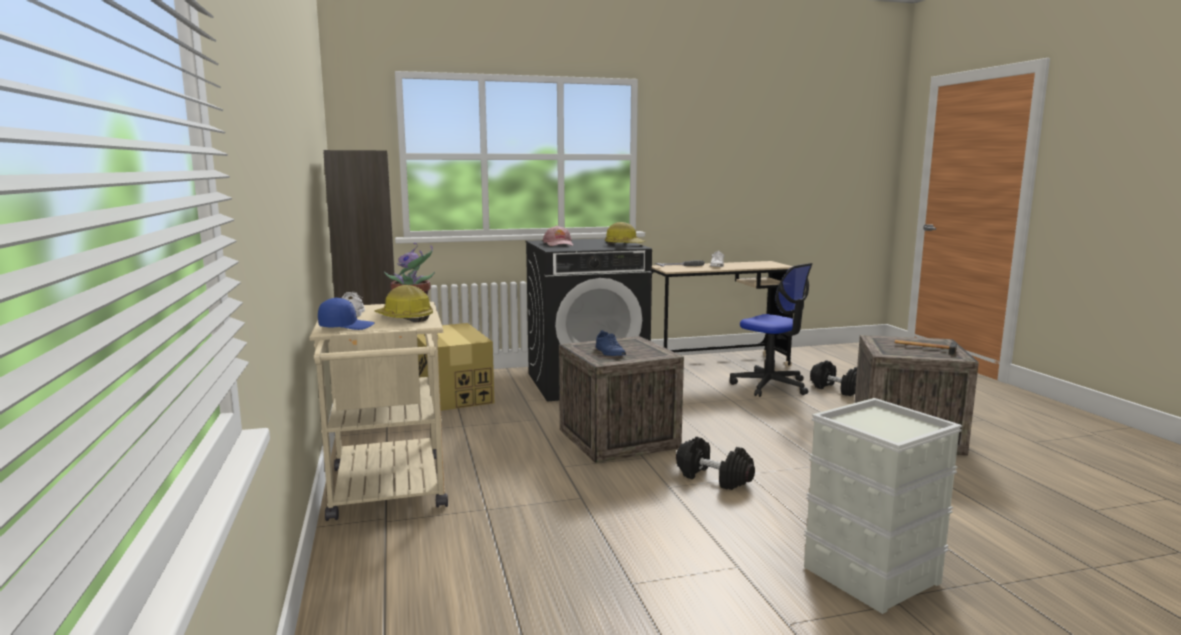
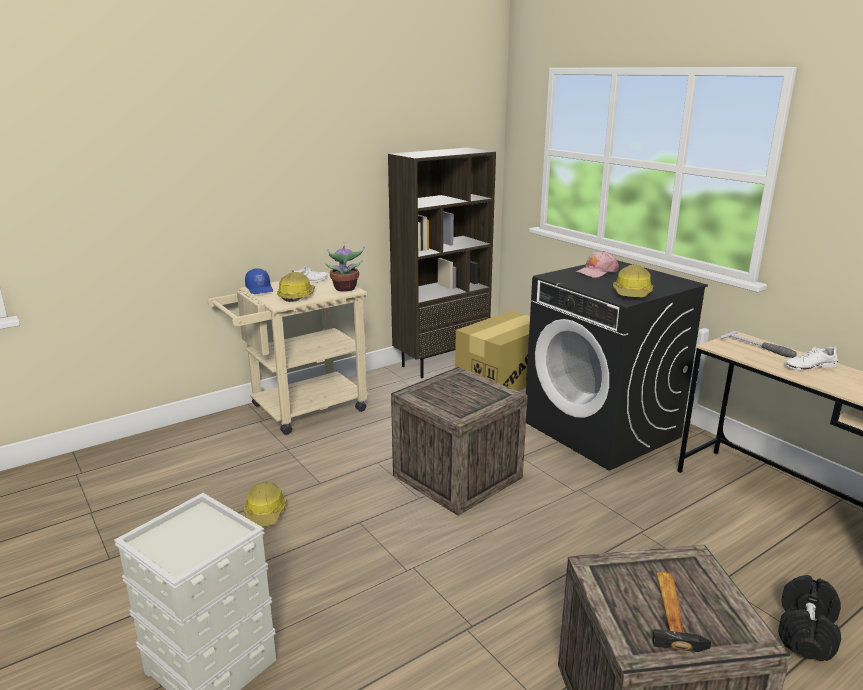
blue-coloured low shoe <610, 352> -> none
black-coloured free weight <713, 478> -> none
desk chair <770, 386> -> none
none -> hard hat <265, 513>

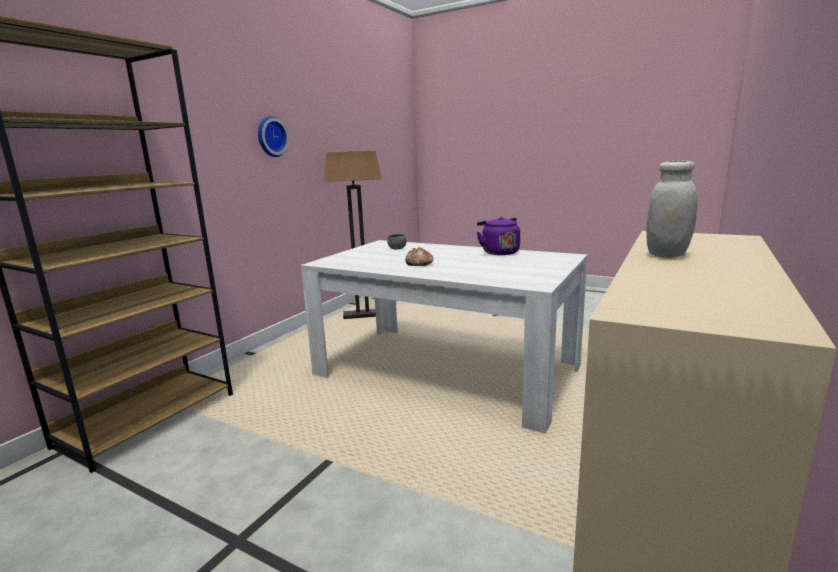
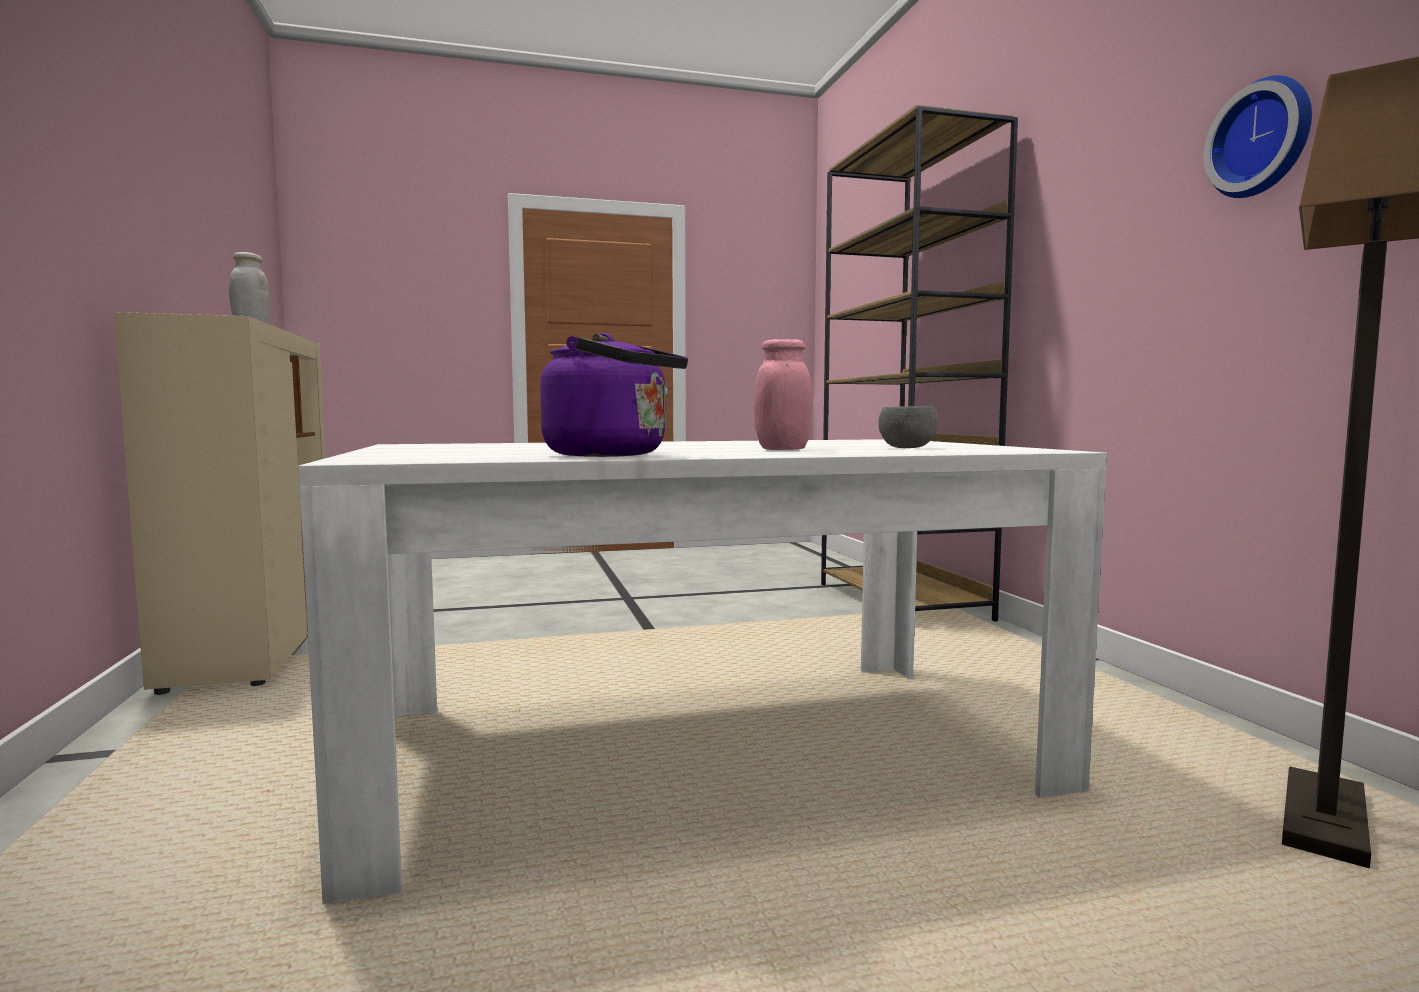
bread <419, 263> -> none
none -> pink storage jar <783, 449>

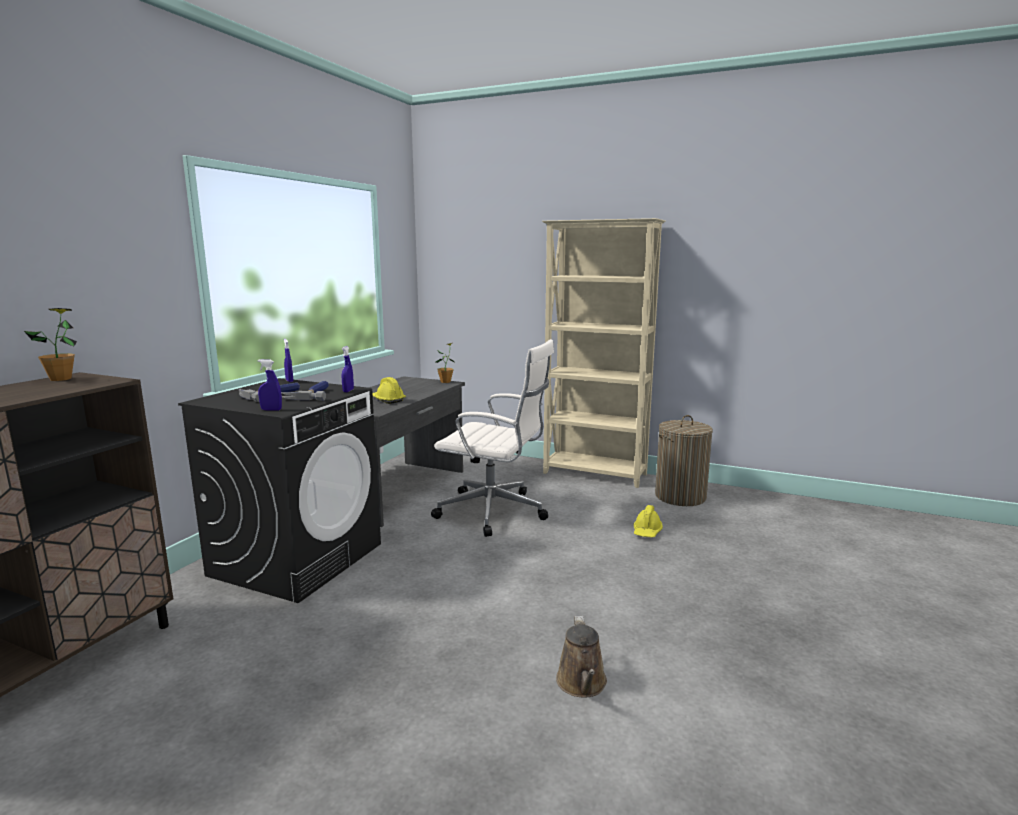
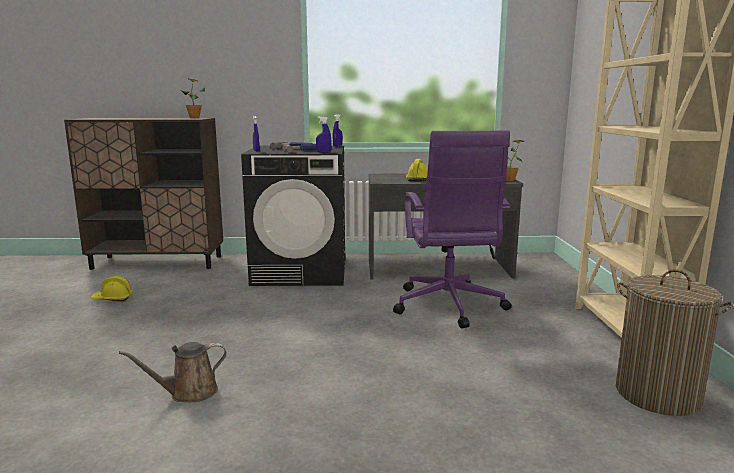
yellowish hard hat <647, 531> -> yellowish hard hat <112, 298>, relocated
whitish desk chair <495, 512> -> purple-coloured desk chair <448, 306>

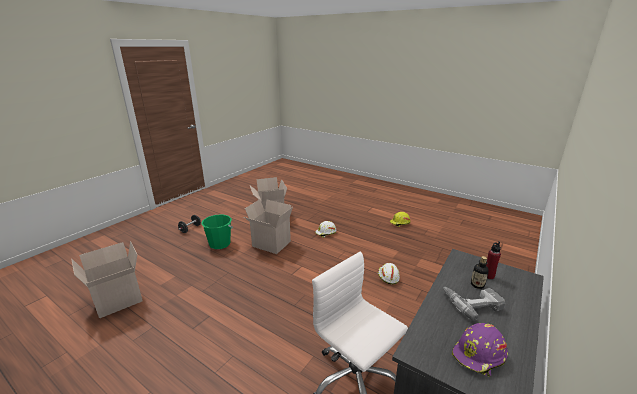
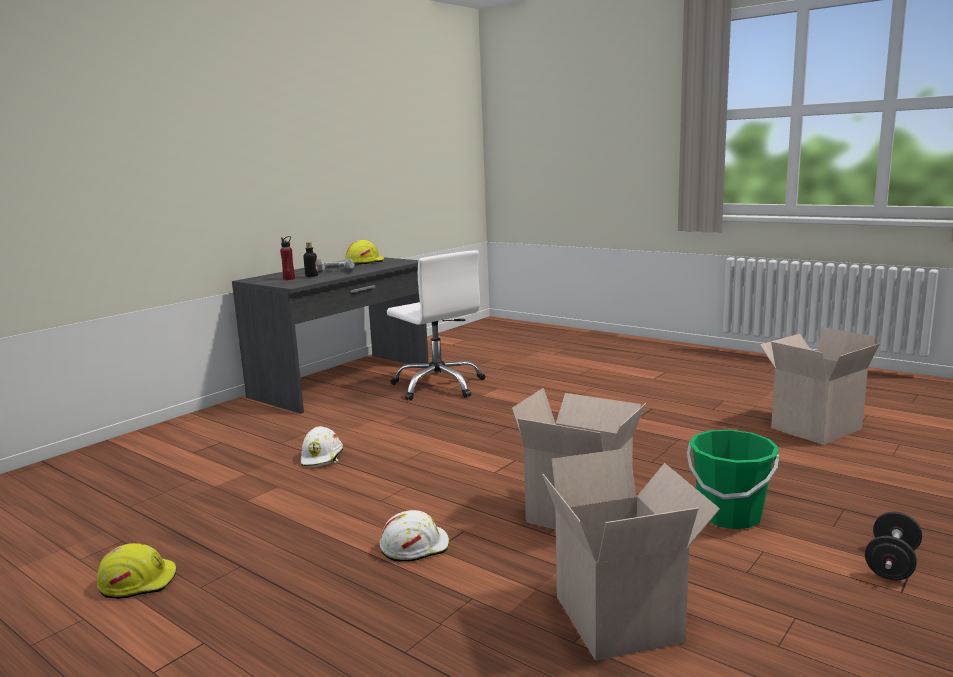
purple-coloured hard hat <479, 355> -> yellowish hard hat <364, 262>

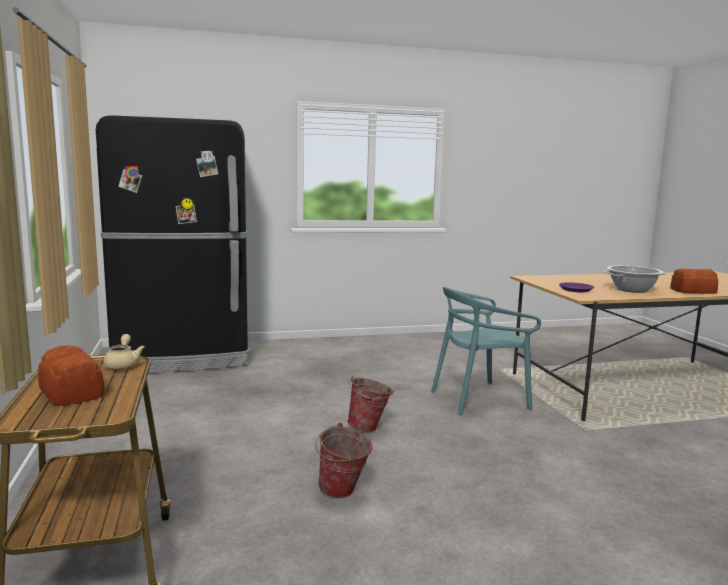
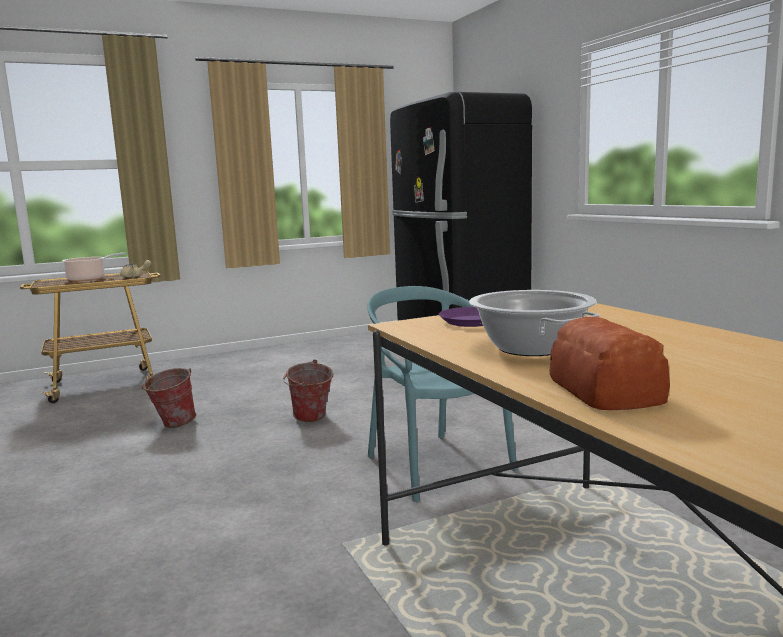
bread <72, 391> -> cooking pot <89, 279>

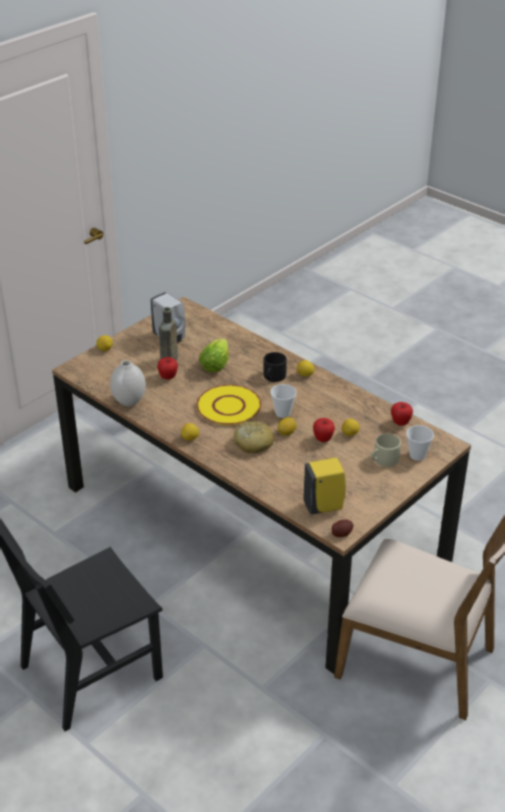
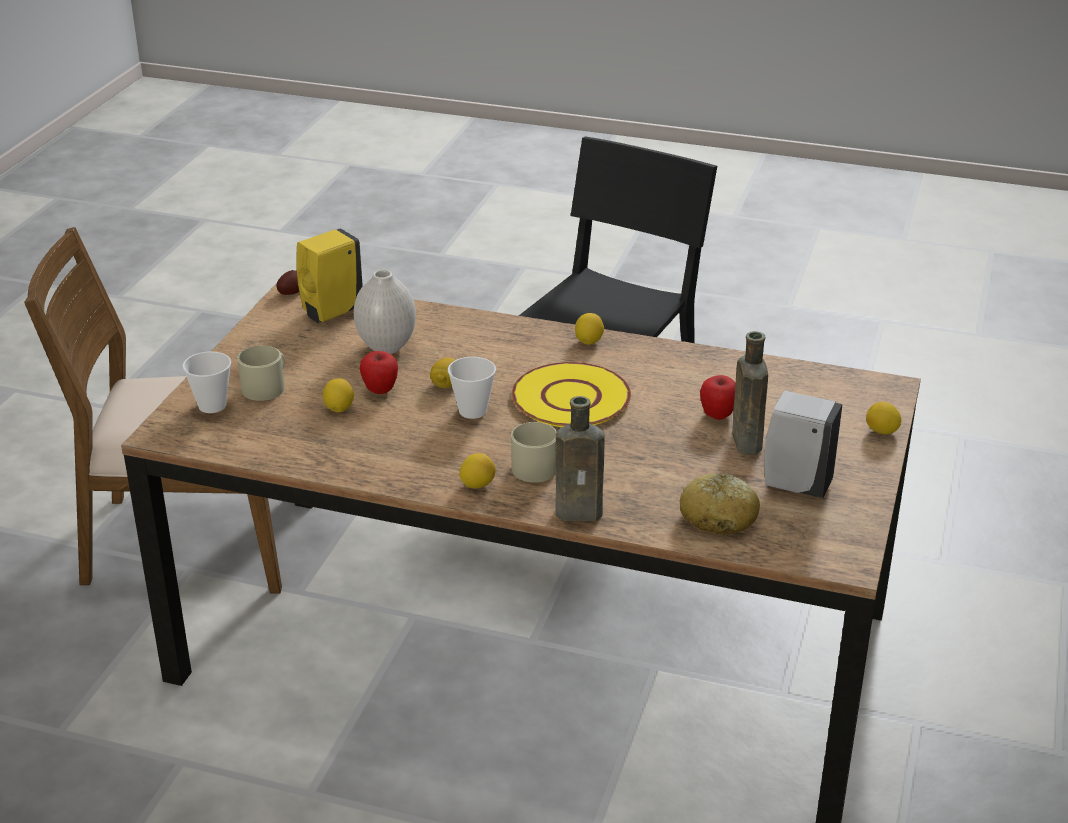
head of lettuce <216, 364> -> none
apple <400, 423> -> none
none -> brown bottle <582, 513>
whitish decorative vase <128, 402> -> whitish decorative vase <387, 347>, relocated
bread <253, 443> -> bread <719, 517>, relocated
black-coloured tea mug <273, 377> -> sand-coloured tea mug <534, 465>

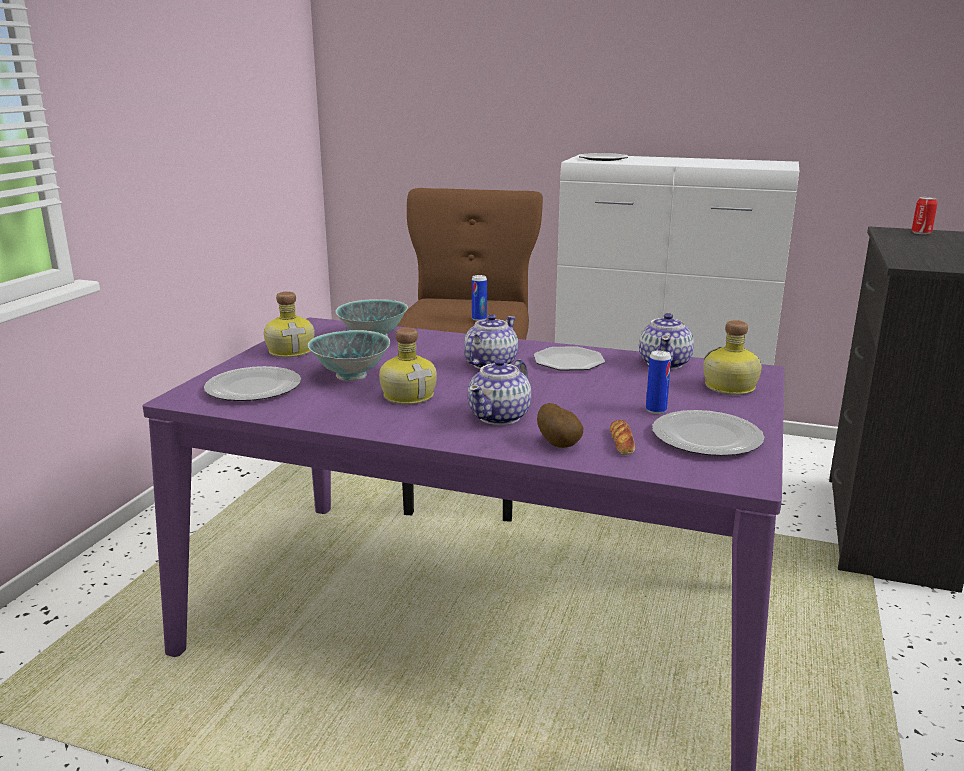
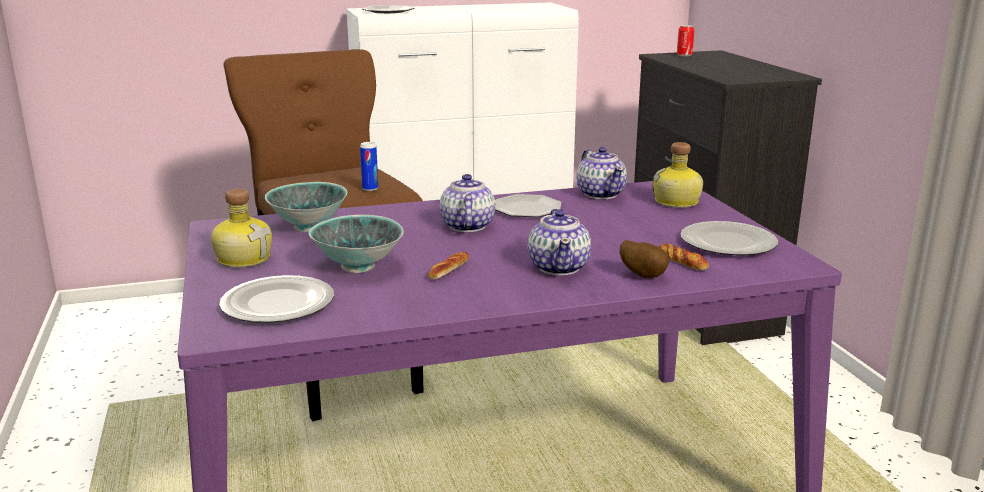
sealed can <656, 410> -> none
bottle <409, 395> -> bread <449, 270>

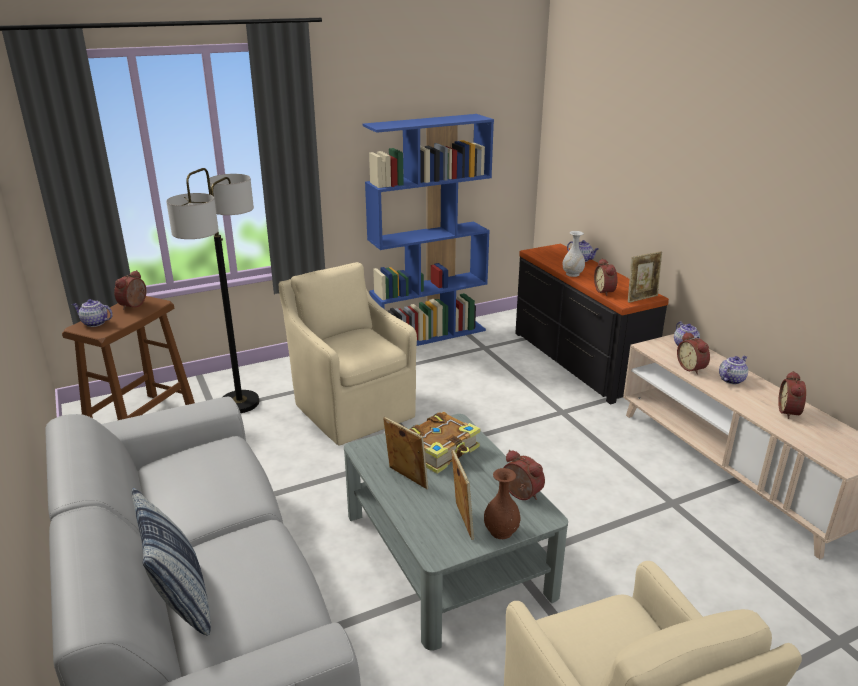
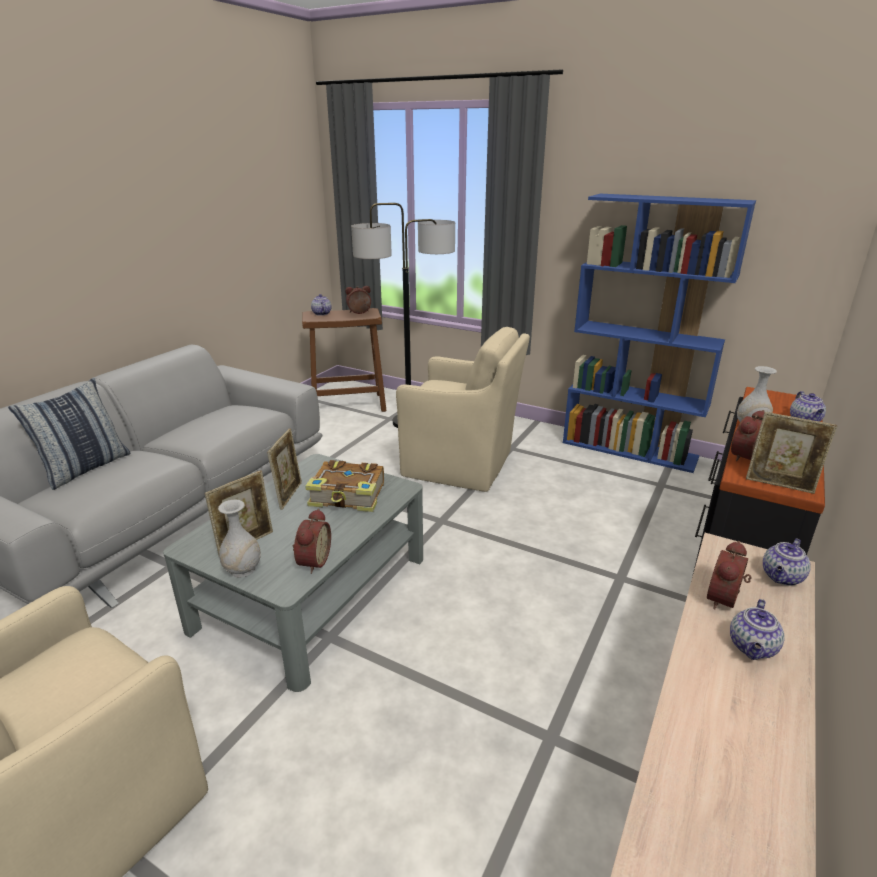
table clock <790, 412> -> none
brown decorative vase <501, 531> -> whitish decorative vase <243, 570>
sand-coloured easy chair <353, 409> -> sand-coloured easy chair <461, 465>, 90 degrees clockwise
tea pot <731, 379> -> tea pot <752, 648>, 105 degrees clockwise

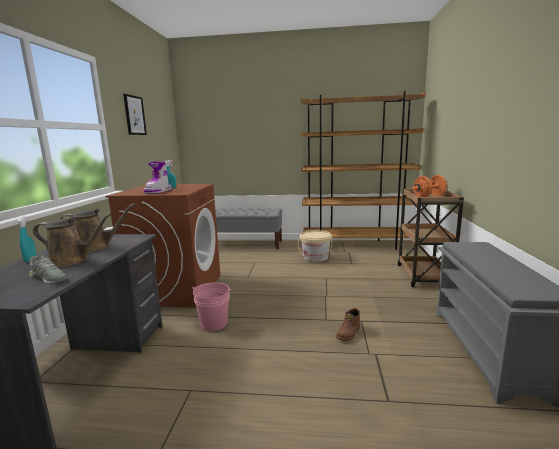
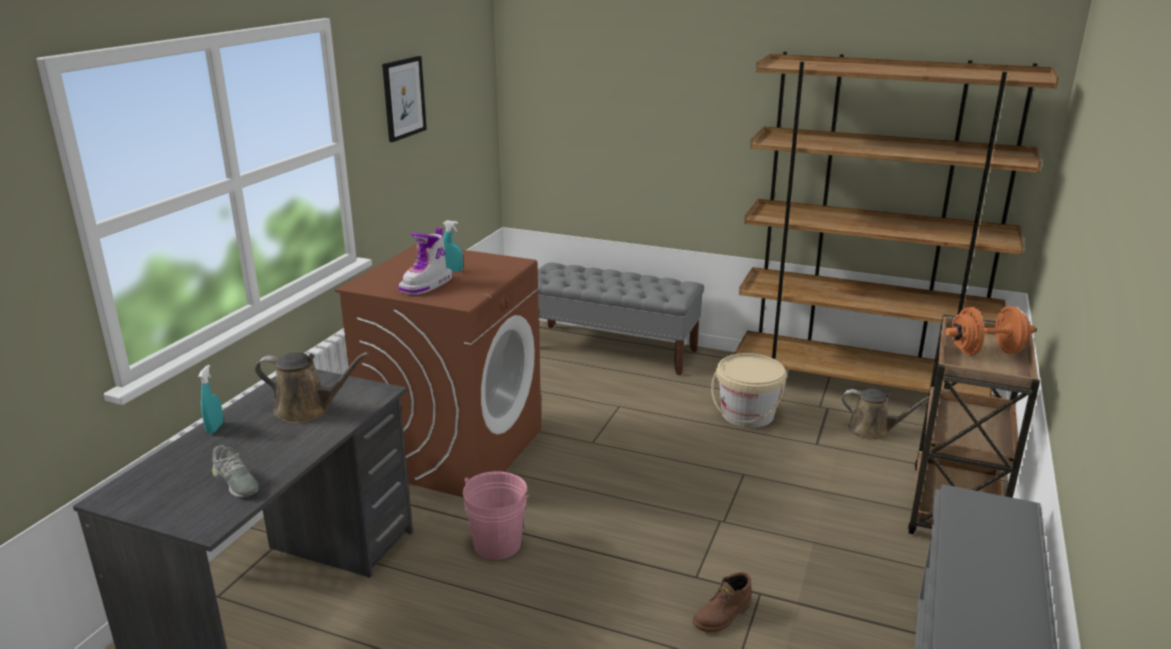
brown sprinkling can <71, 260> -> brown sprinkling can <873, 430>, relocated

